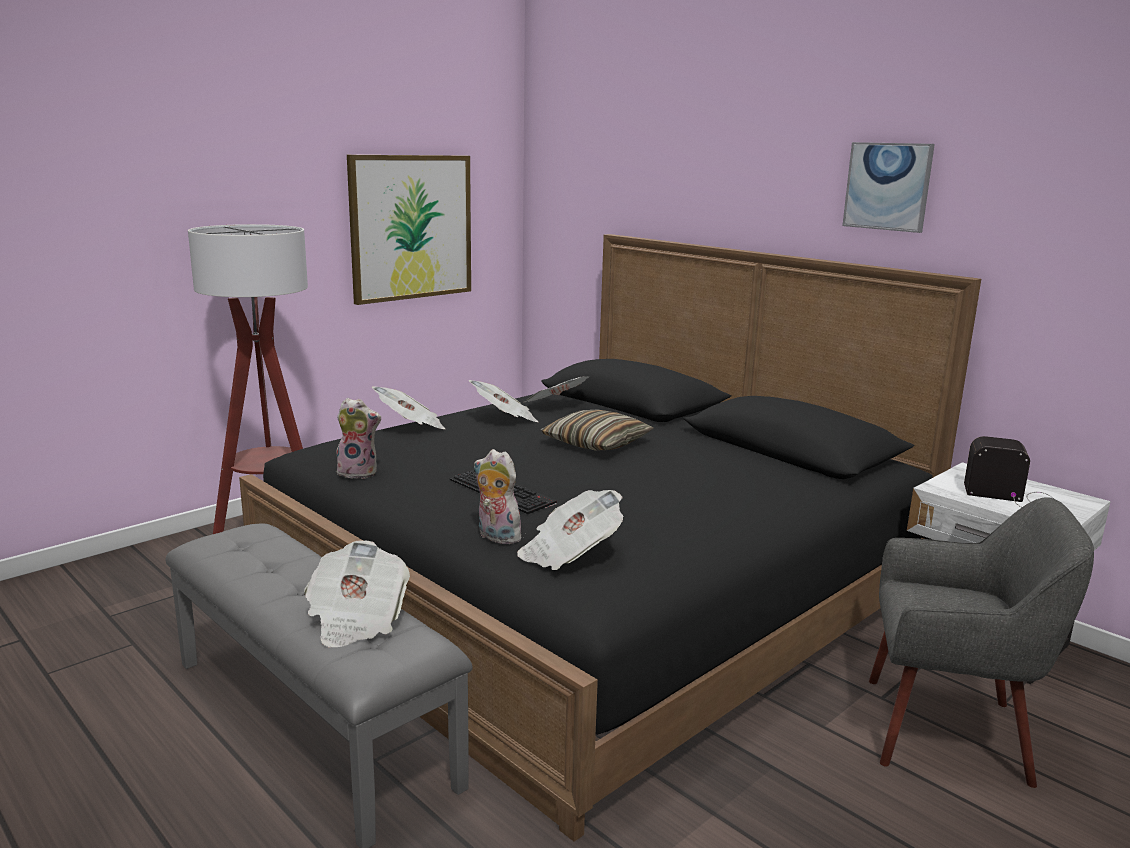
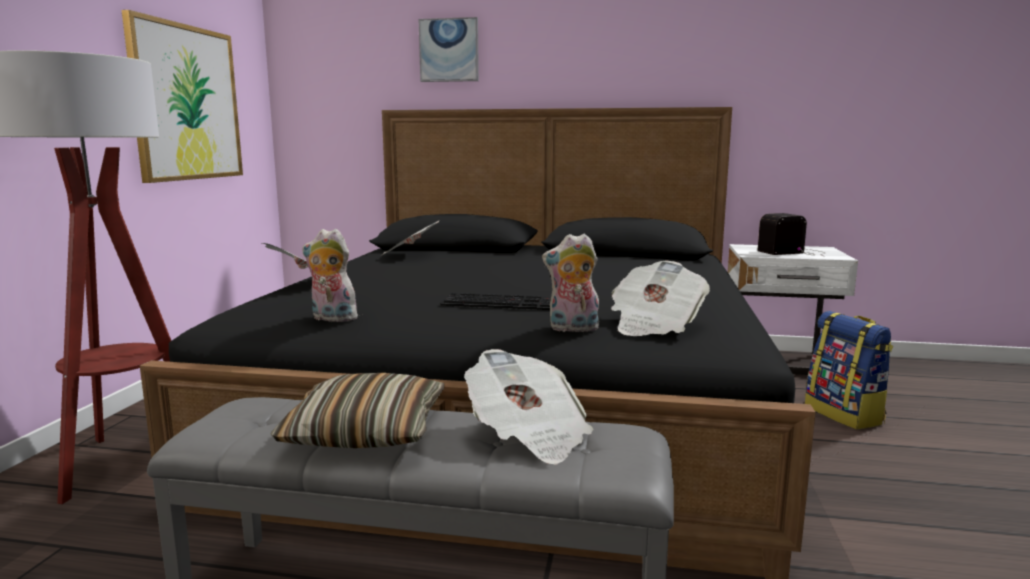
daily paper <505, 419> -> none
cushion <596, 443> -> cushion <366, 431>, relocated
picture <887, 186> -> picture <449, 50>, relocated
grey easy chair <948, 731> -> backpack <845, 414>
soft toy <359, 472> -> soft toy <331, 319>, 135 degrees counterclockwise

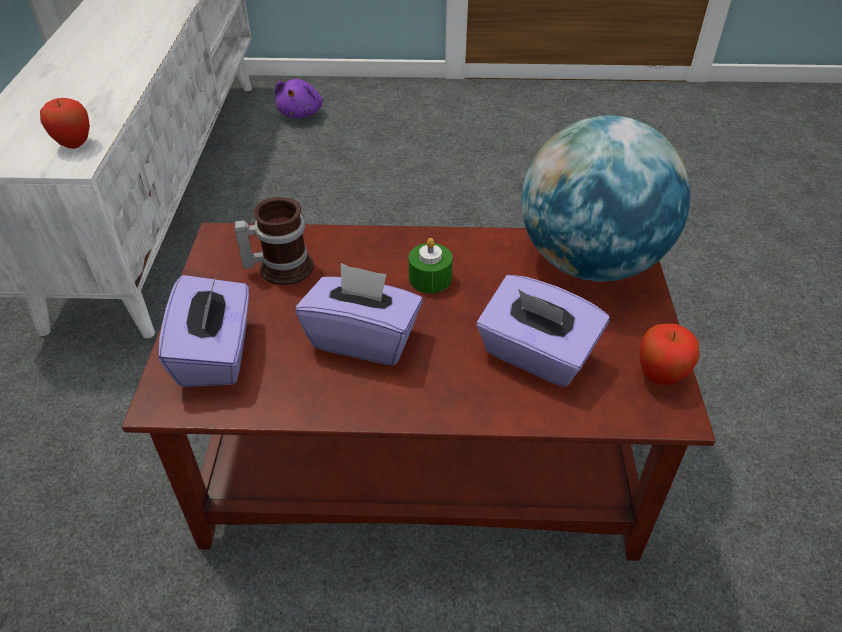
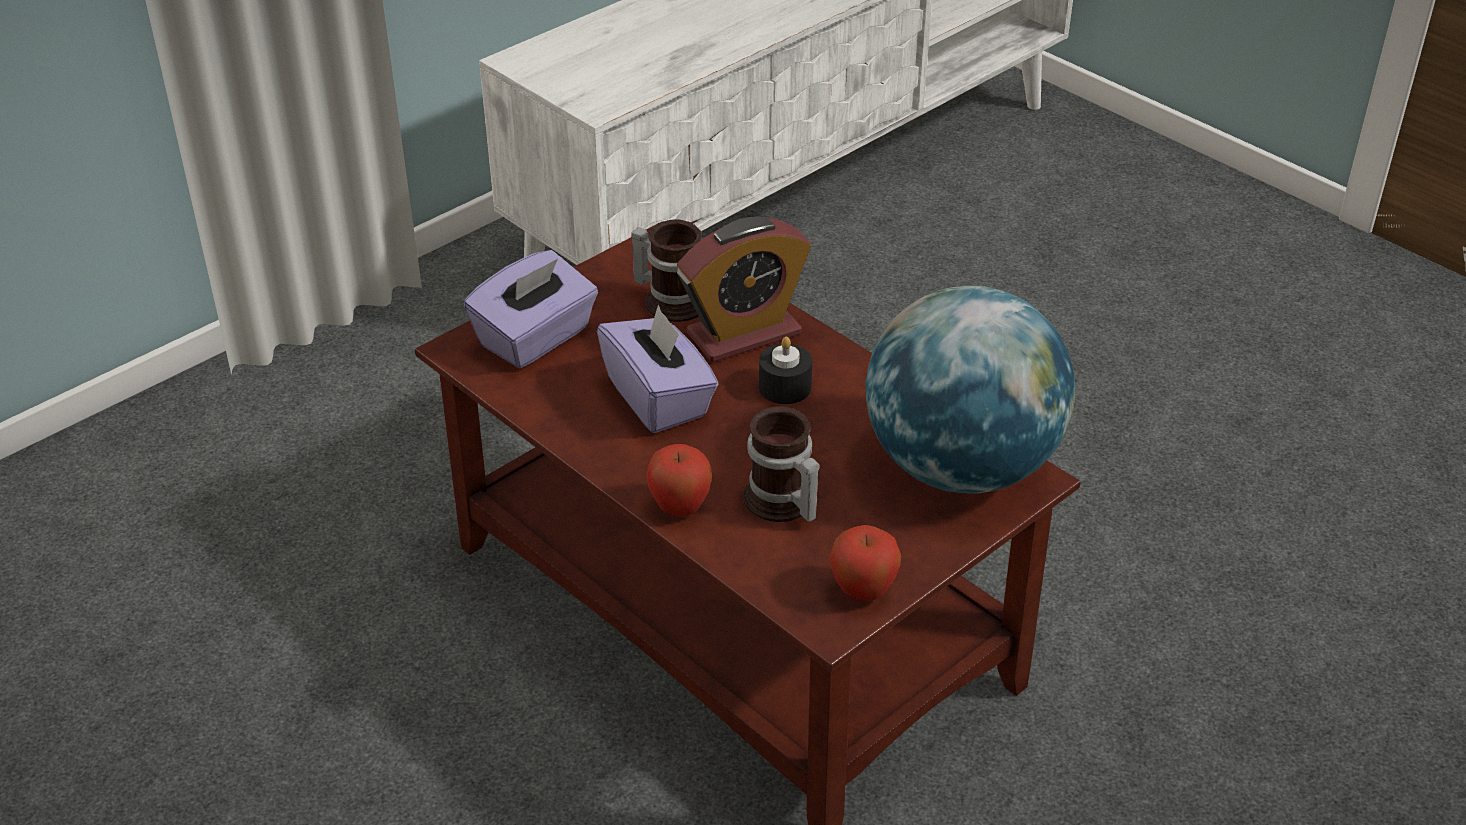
purple-coloured soft toy <301, 113> -> none
none -> table clock <744, 334>
apple <74, 144> -> apple <680, 508>, relocated
purple-coloured box of tissues <535, 355> -> tea mug <780, 504>
greenish candle <430, 278> -> black-coloured candle <785, 387>

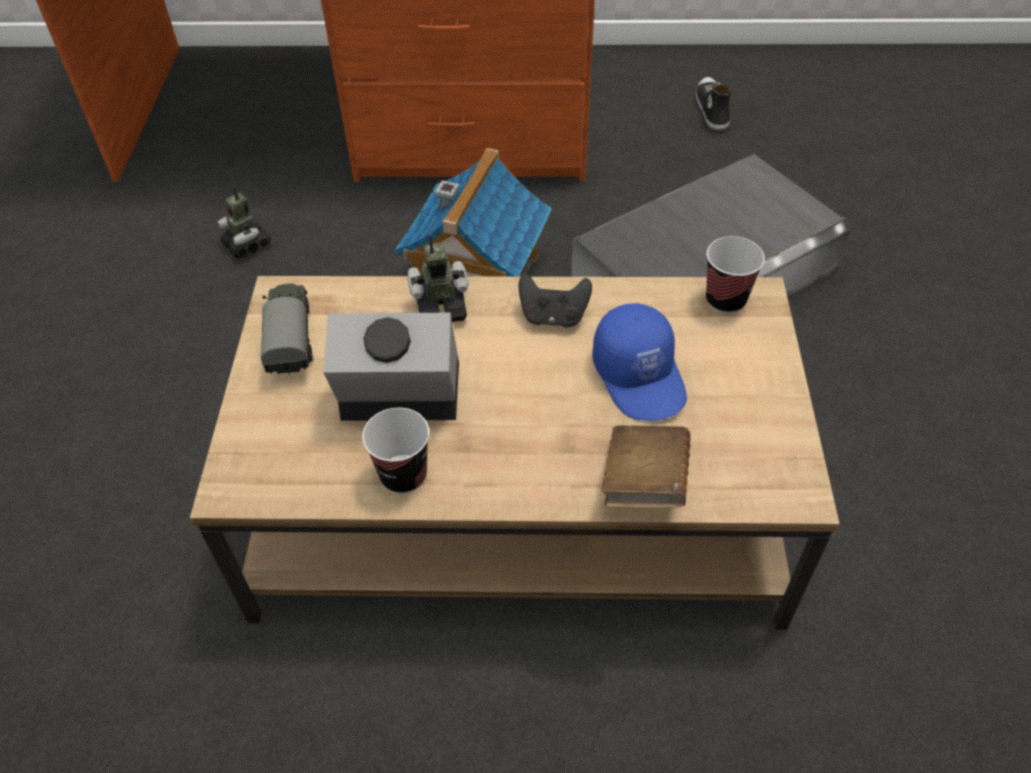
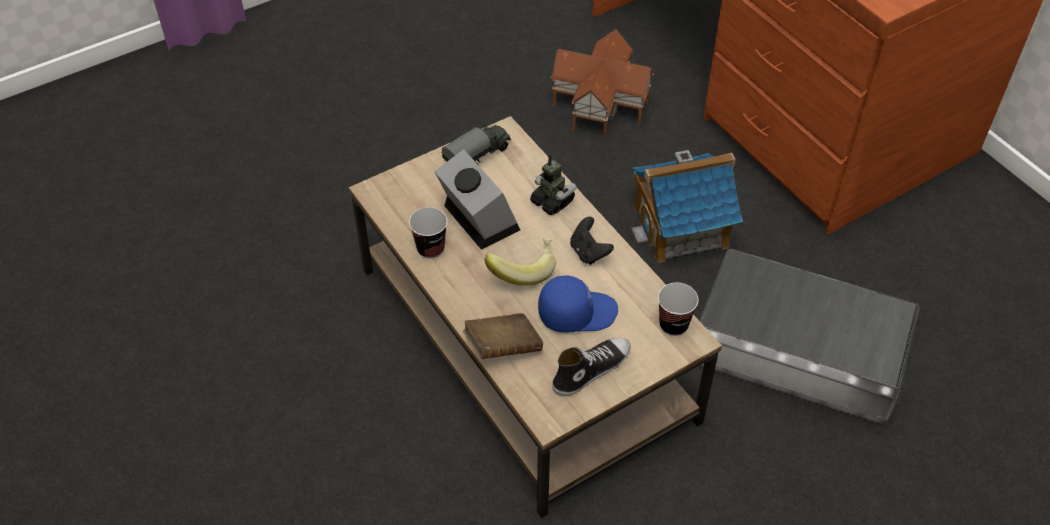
none -> whole banana <522, 270>
low shoe <711, 109> -> low shoe <591, 369>, relocated
model robot <247, 245> -> toy house <601, 106>
blue-coloured peaked cap <641, 376> -> blue-coloured peaked cap <577, 312>, 135 degrees counterclockwise

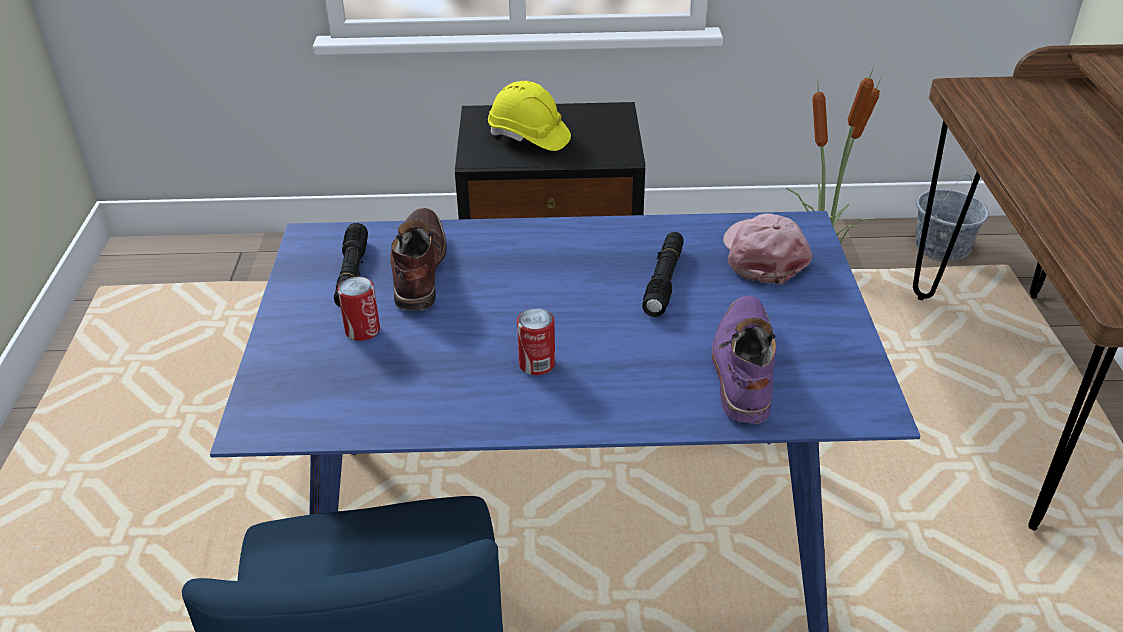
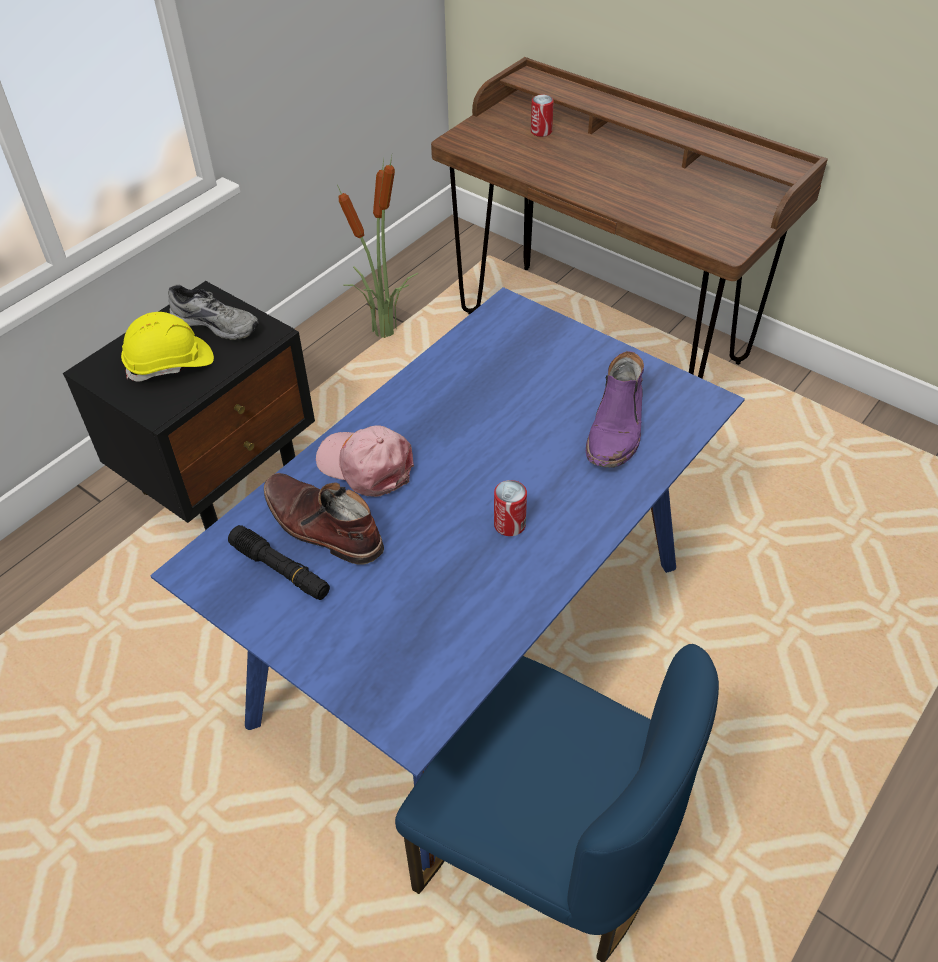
black-coloured hand torch <664, 281> -> none
grey pail <942, 246> -> none
none -> grey low shoe <217, 323>
sealed can <362, 330> -> sealed can <541, 131>, relocated
pink peaked cap <763, 255> -> pink peaked cap <366, 465>, relocated
purple-coloured tall boot <743, 368> -> purple-coloured tall boot <616, 429>, 120 degrees counterclockwise

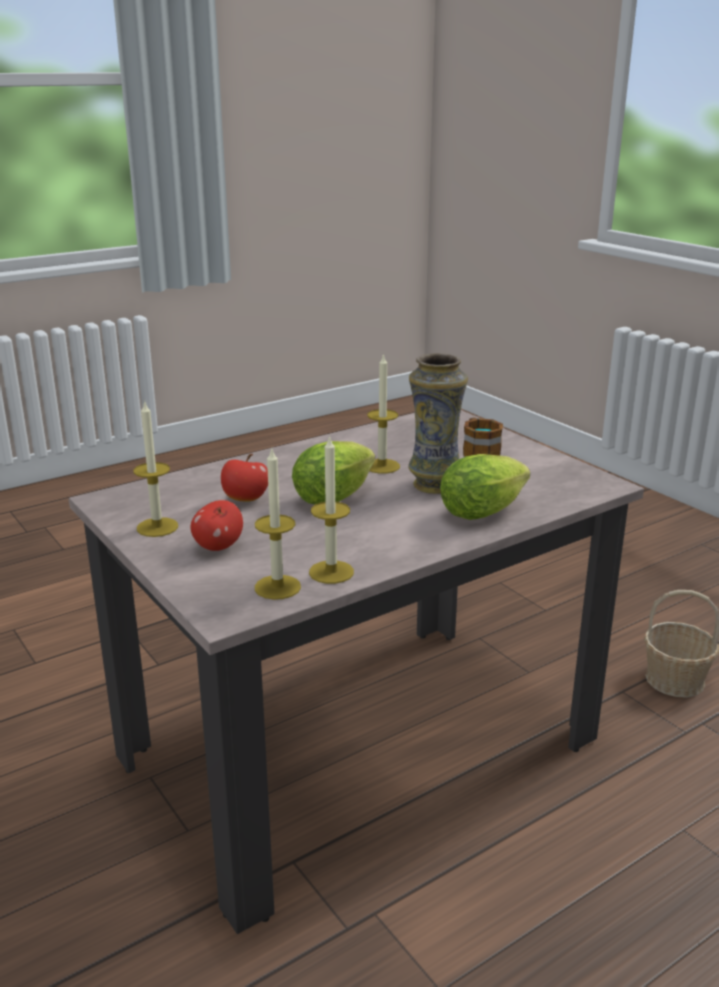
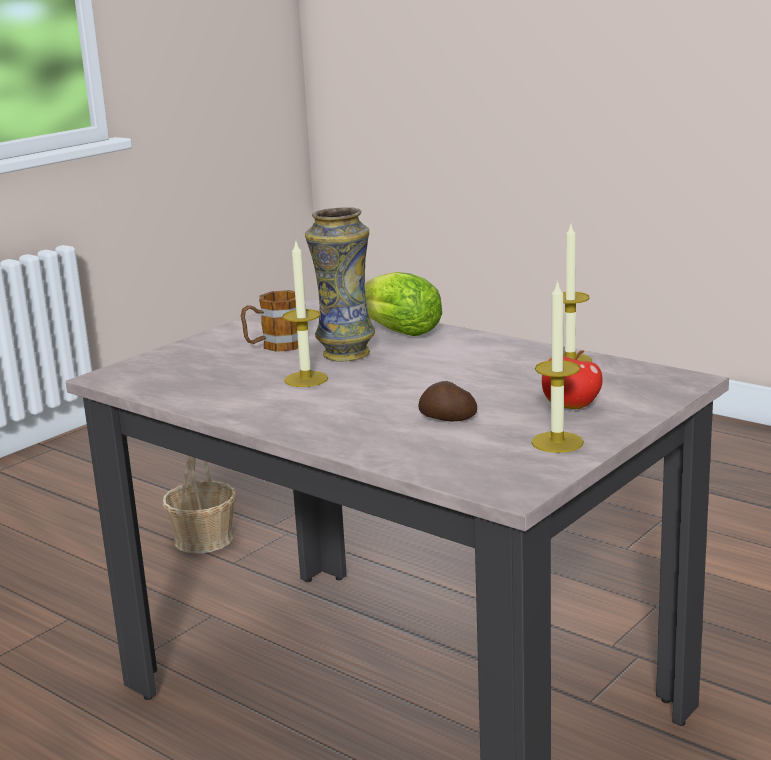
candle <277, 587> -> none
head of lettuce <337, 496> -> none
apple <245, 499> -> whole potato <447, 419>

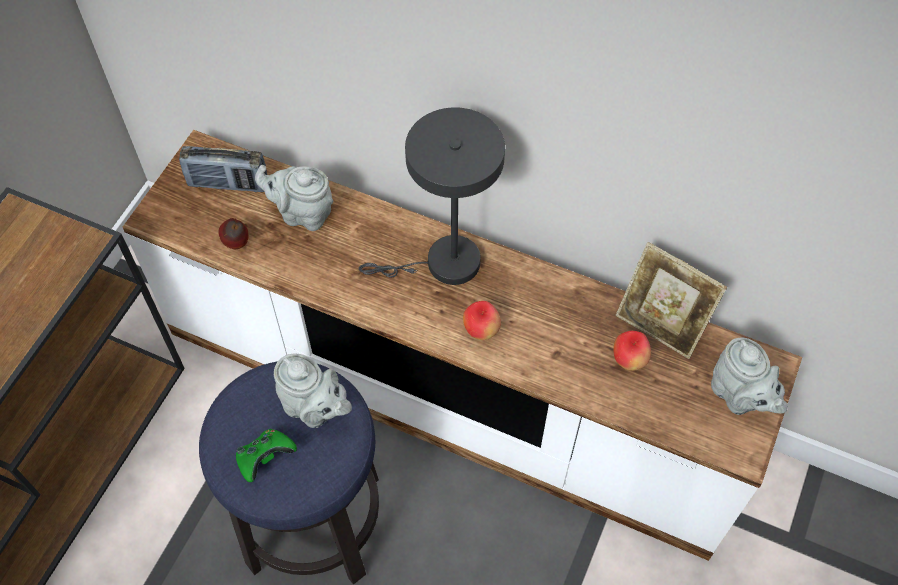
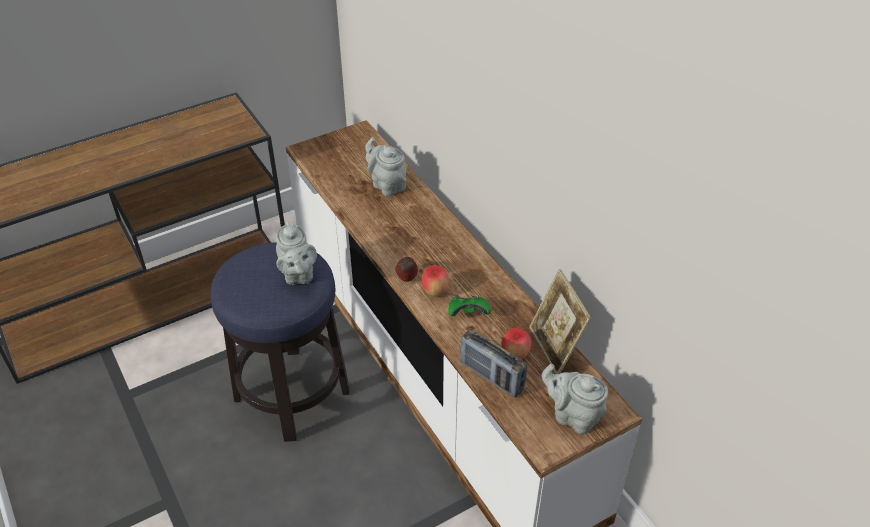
grey table lamp <443, 264> -> none
radio set <228, 184> -> radio set <491, 376>, relocated
apple <237, 244> -> apple <406, 279>, relocated
greenish joypad <265, 458> -> greenish joypad <468, 313>, relocated
grey tea pot <739, 397> -> grey tea pot <573, 416>, 120 degrees clockwise

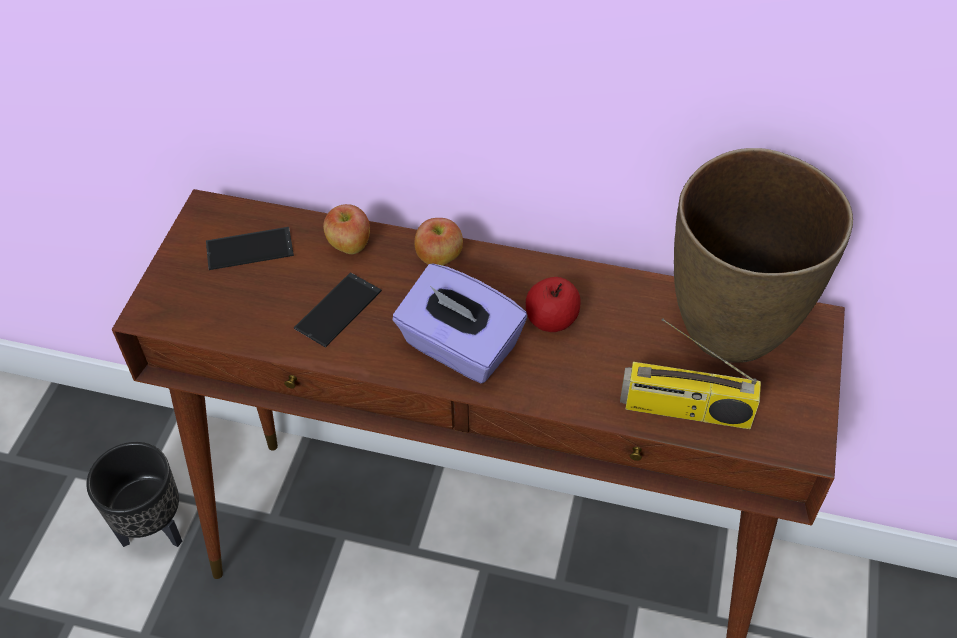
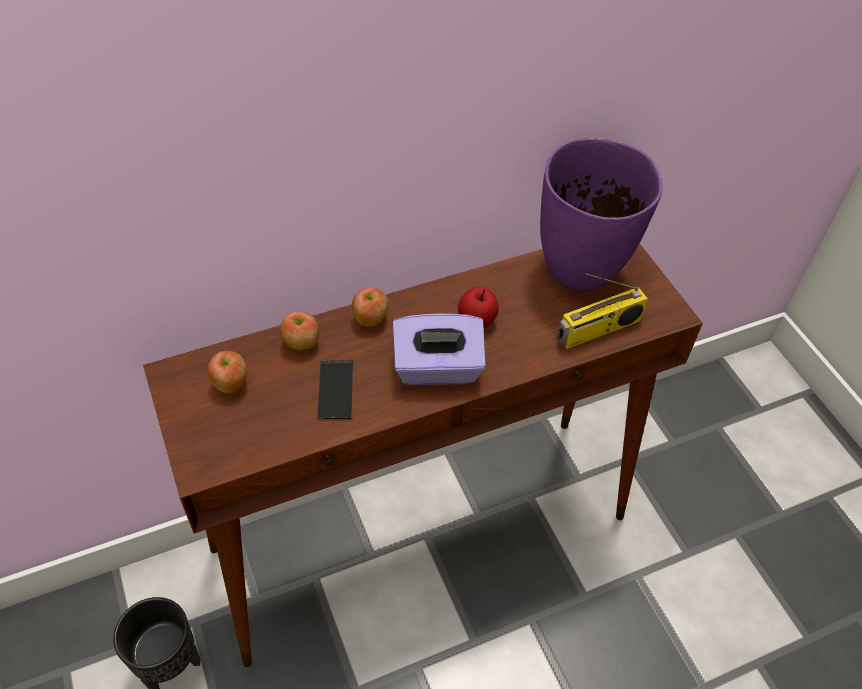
phone <249, 249> -> apple <231, 384>
brown decorative vase <732, 331> -> purple-coloured decorative vase <581, 270>

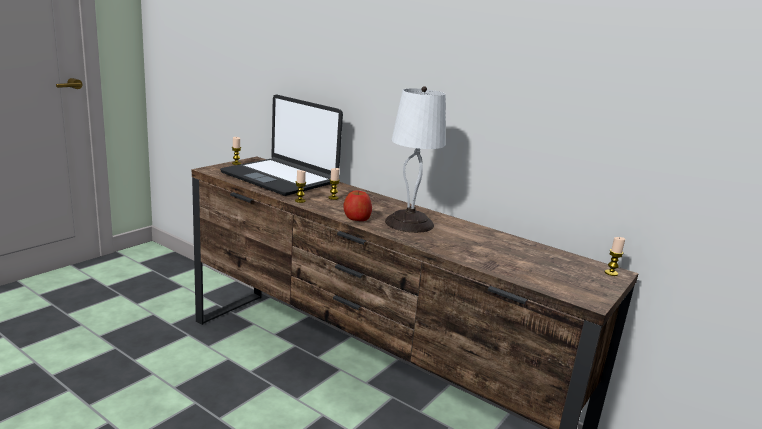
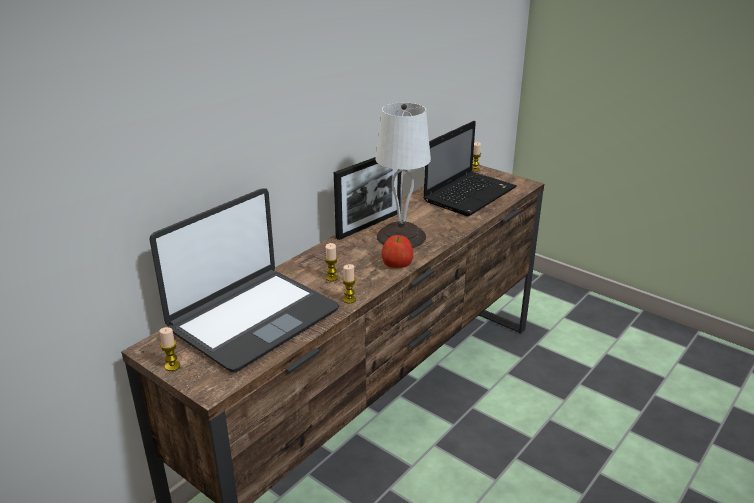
none -> standing frame <369, 225>
none -> portable computer <470, 194>

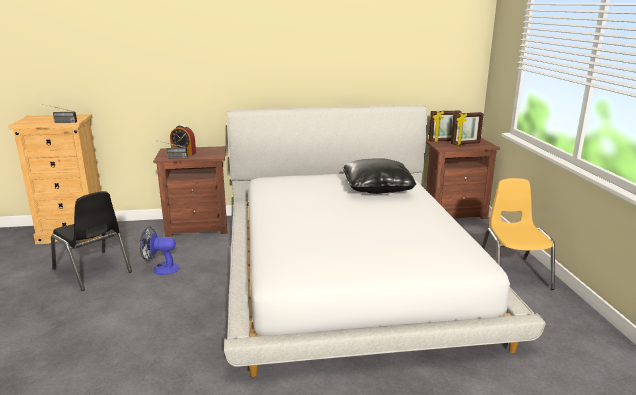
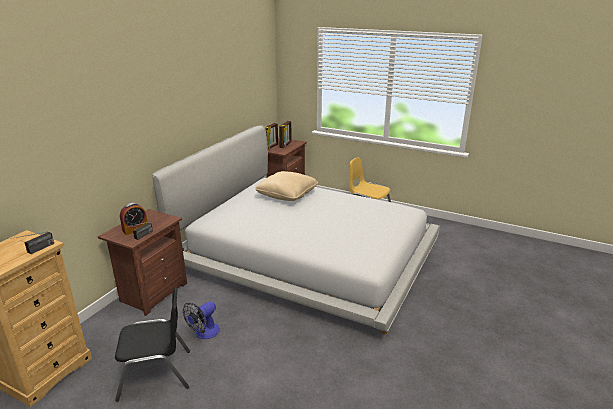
black-coloured cushion <377, 188> -> sand-coloured cushion <287, 195>

